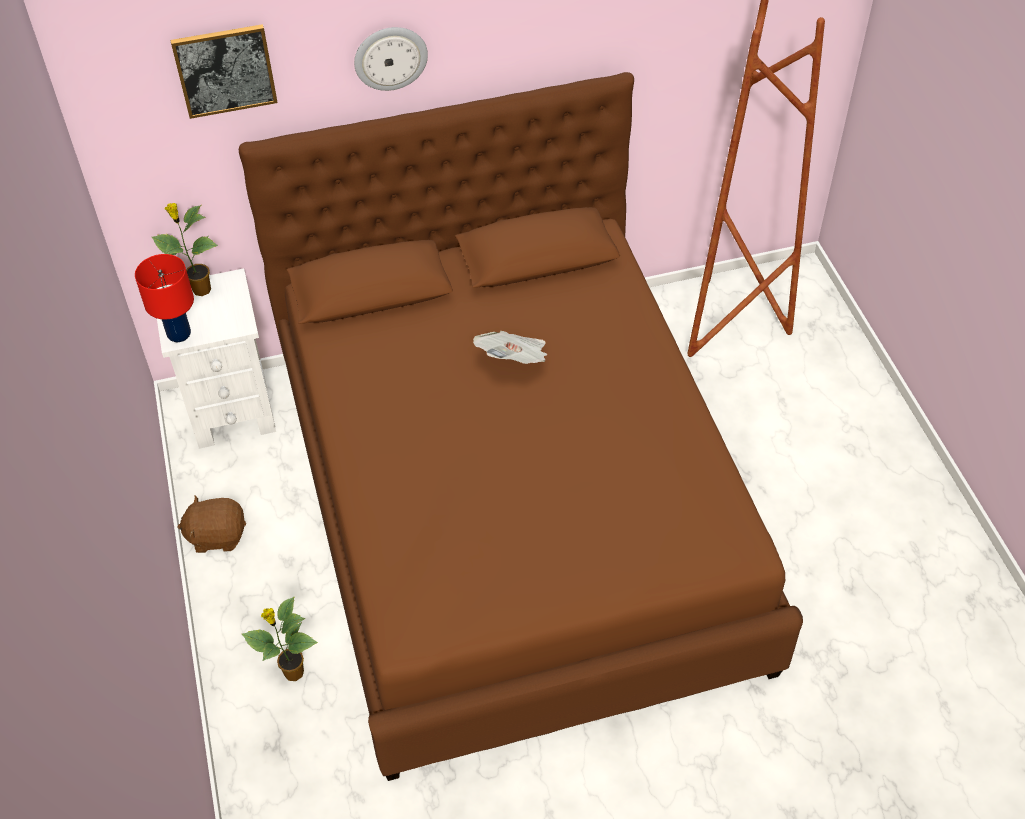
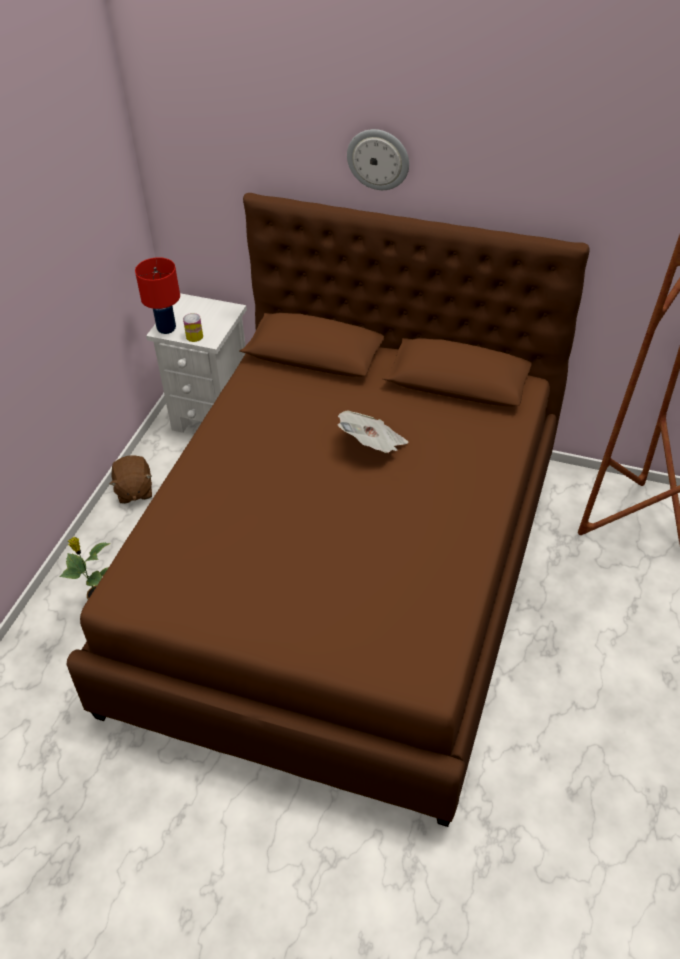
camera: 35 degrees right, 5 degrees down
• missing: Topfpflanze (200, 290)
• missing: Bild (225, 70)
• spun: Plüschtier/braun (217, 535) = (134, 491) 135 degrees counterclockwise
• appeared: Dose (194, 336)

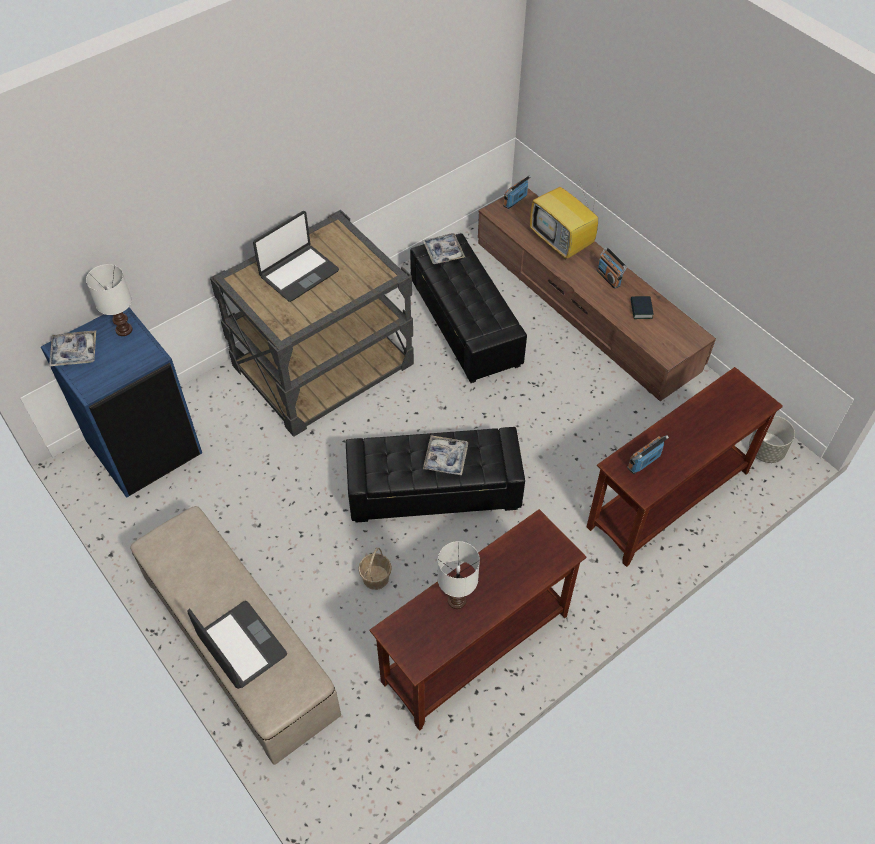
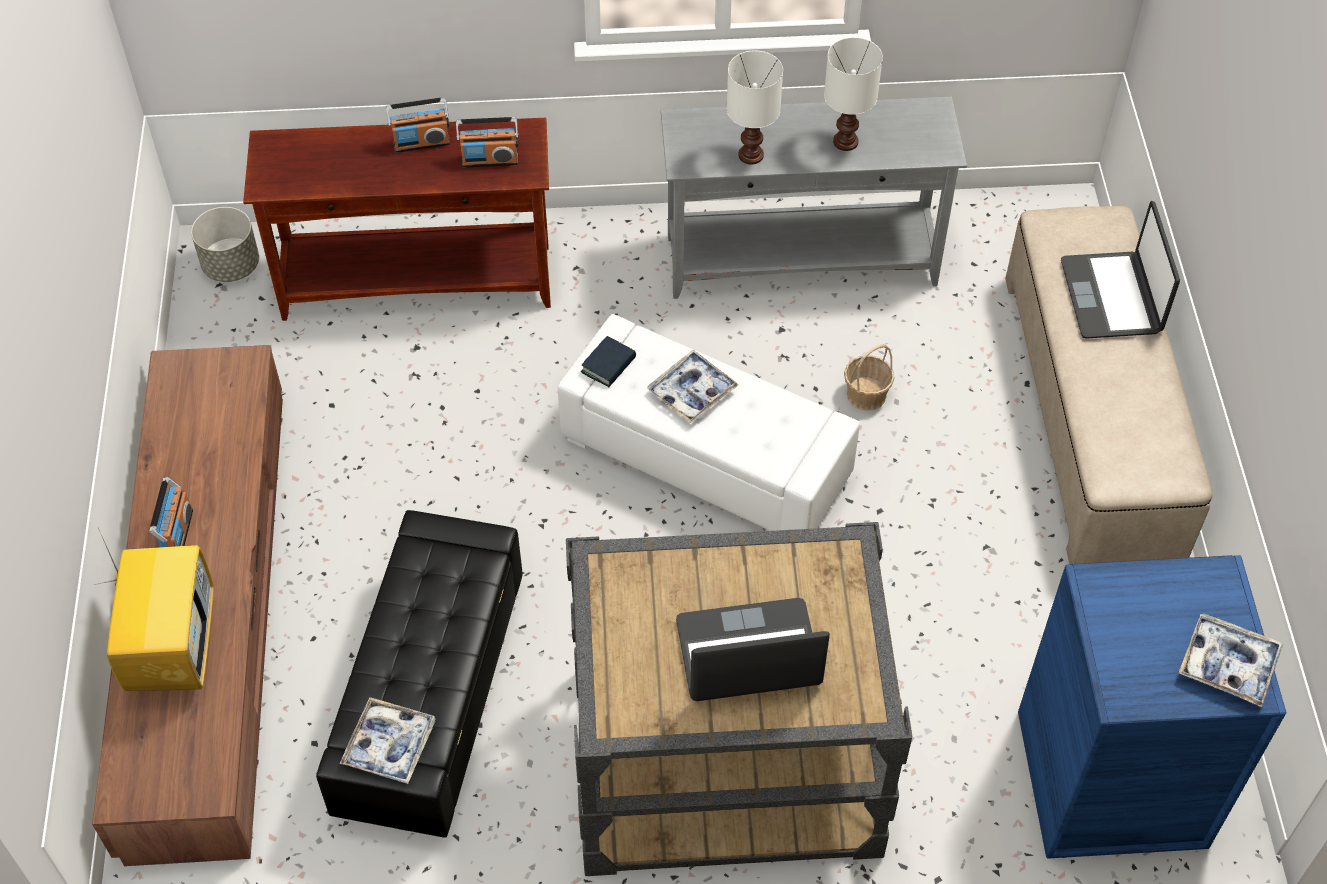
camera: 145 degrees left, 0 degrees up
• relocated: Tischlampe/weiß (123, 329) to (751, 156)
• colour: Polsterhocker/schwarz (434, 491) to Polsterhocker/weiß (706, 457)
• colour: Konsolentisch/braun (475, 649) to Konsolentisch/grau (802, 259)
• relocated: Radio (515, 201) to (421, 143)
• relocated: Buch (641, 310) to (608, 365)

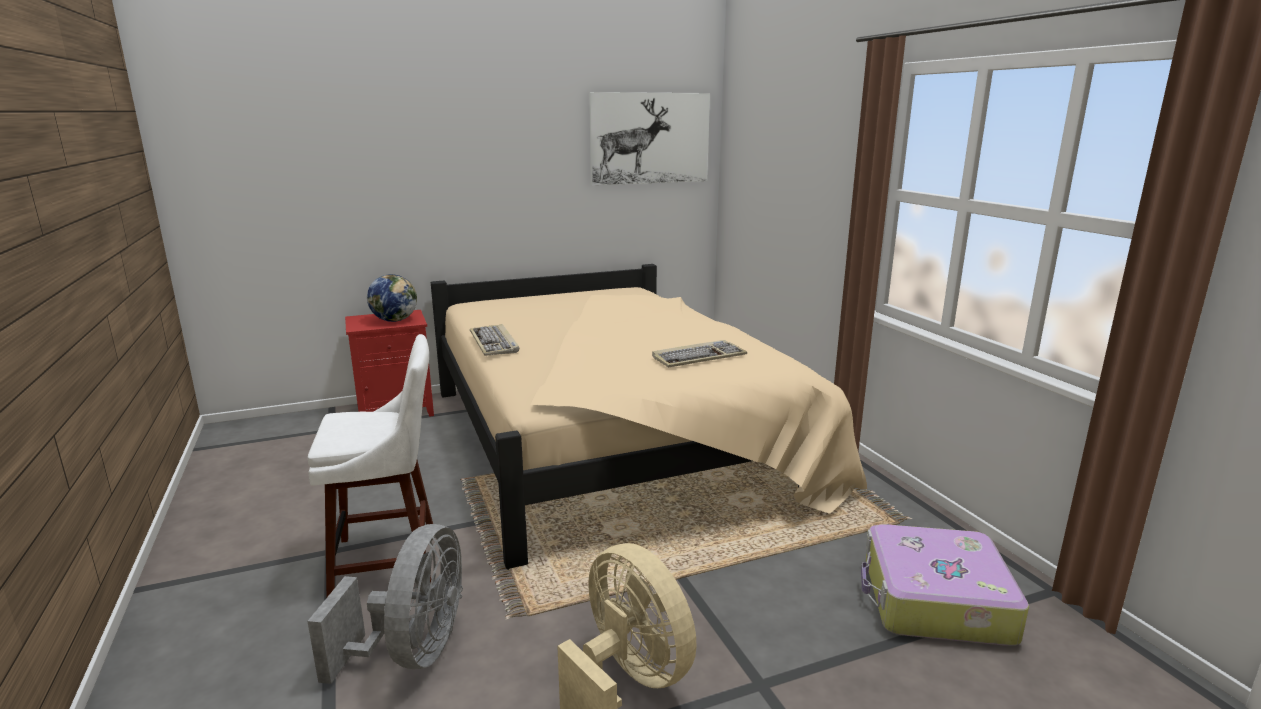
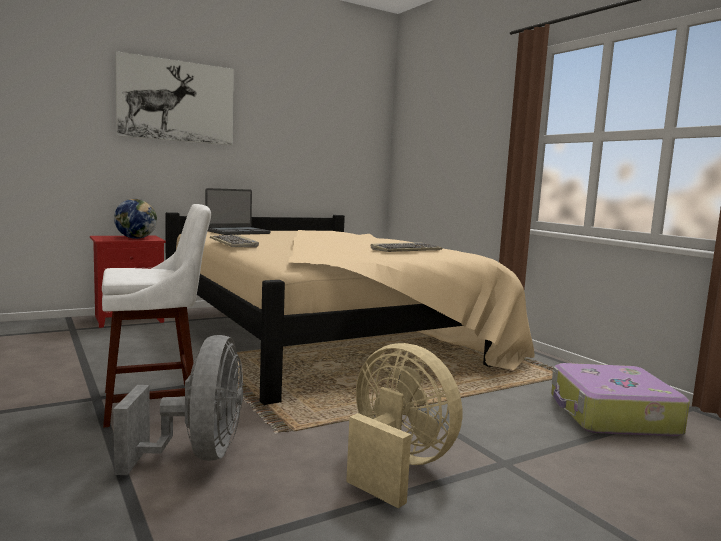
camera: 10 degrees left, 10 degrees down
• relocated: Bild (650, 138) to (176, 101)
• appeared: Laptop (237, 232)

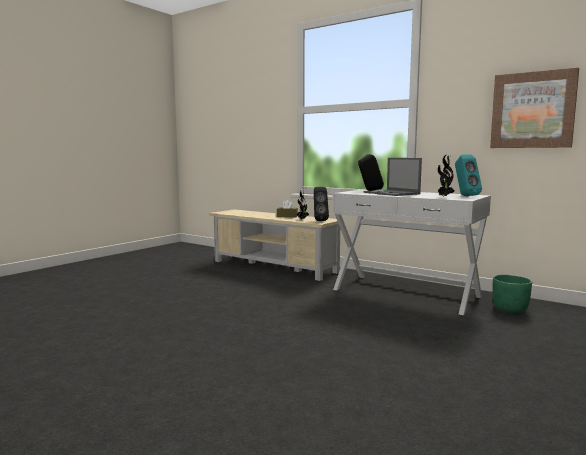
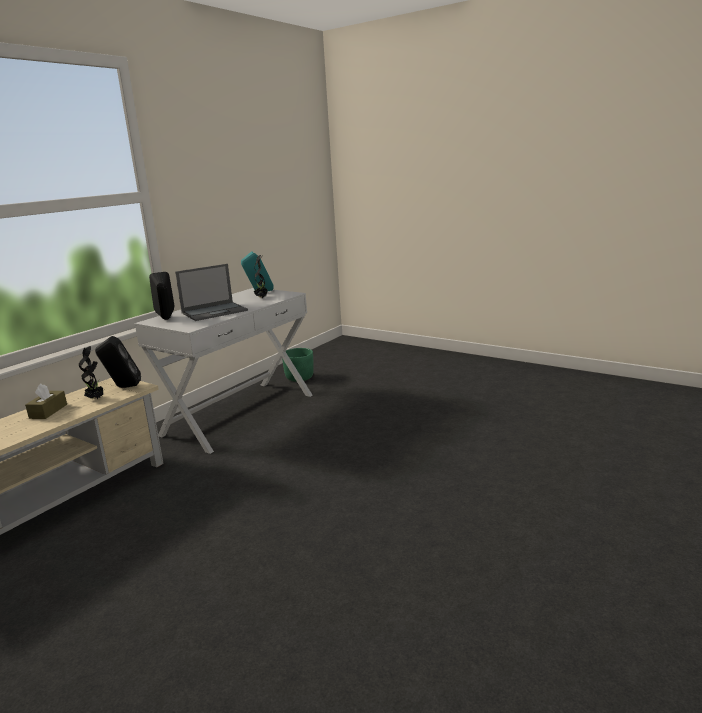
camera: 90 degrees left, 10 degrees up
• missing: Bild (532, 110)

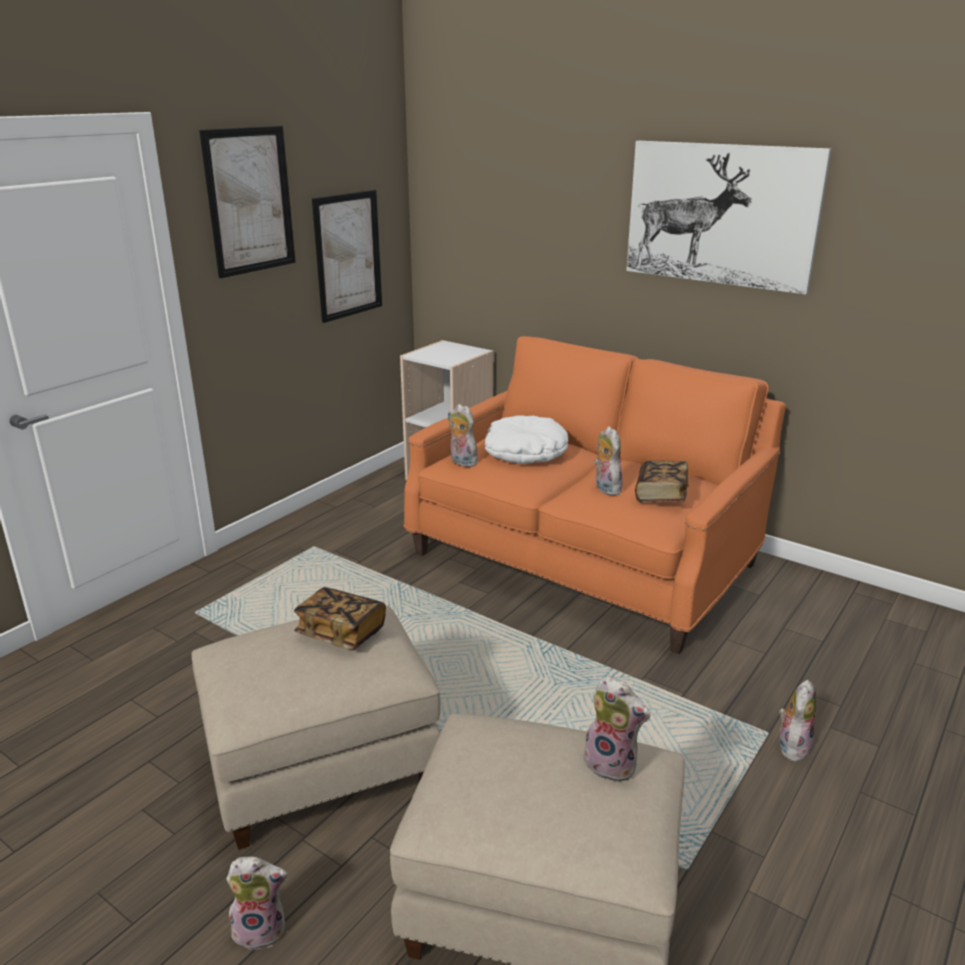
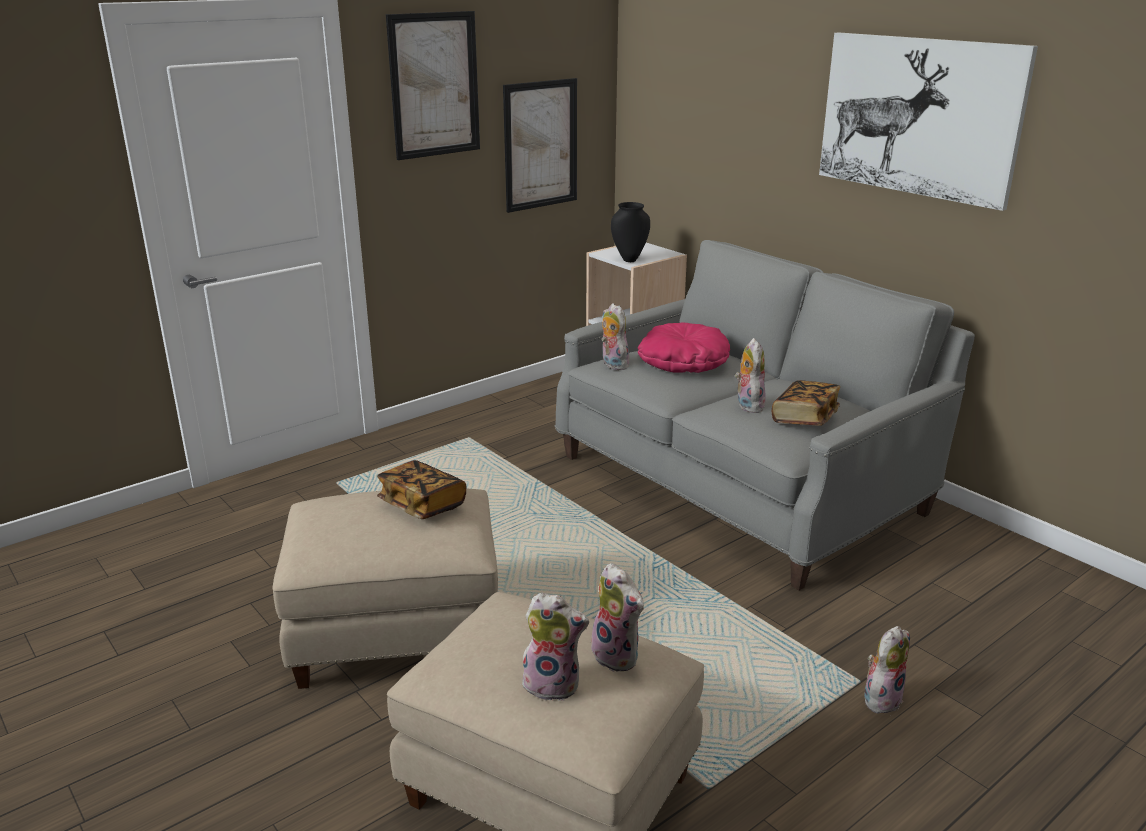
camera: 15 degrees right, 0 degrees up
• relocated: Plüschtier (261, 929) to (553, 684)
• colour: Sofa/orange (585, 557) to Sofa/grau (742, 482)
• colour: Kissen/weiß (526, 453) to Kissen/rosa (685, 362)
• appeared: Vase/schwarz (629, 260)

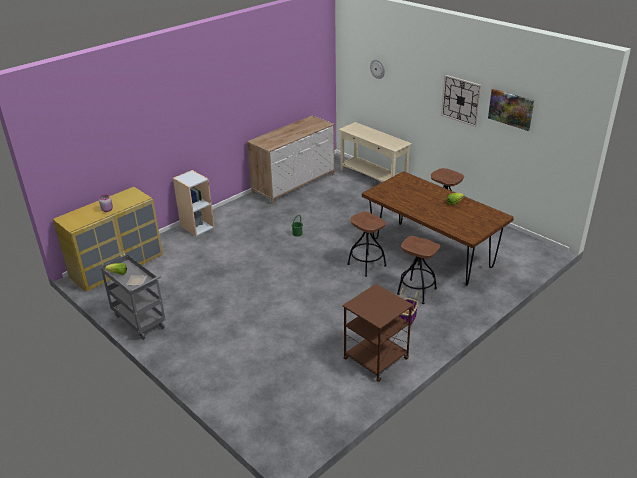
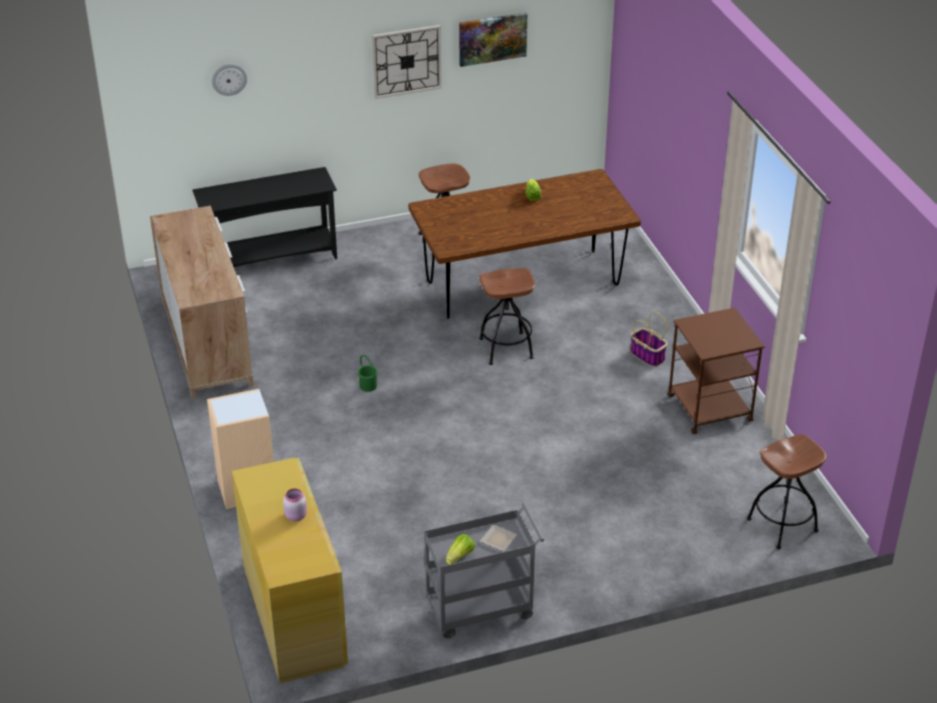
camera: 65 degrees left, 5 degrees up
• colour: Konsolentisch/beige (373, 177) to Konsolentisch/schwarz (271, 259)
• relocated: Hocker/braun (416, 291) to (782, 525)

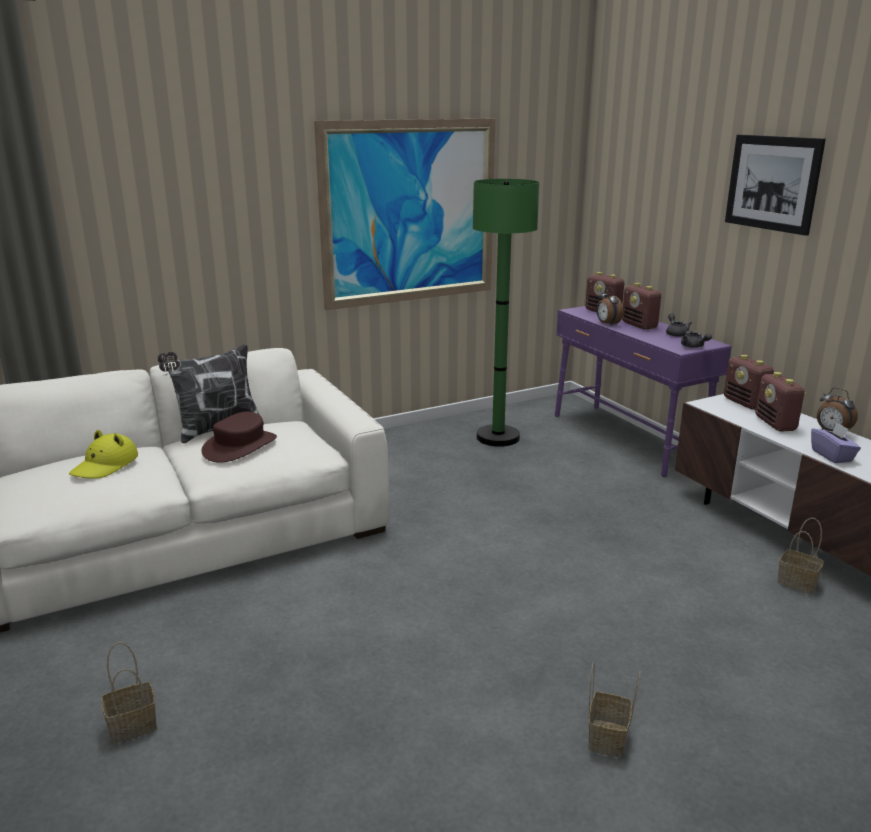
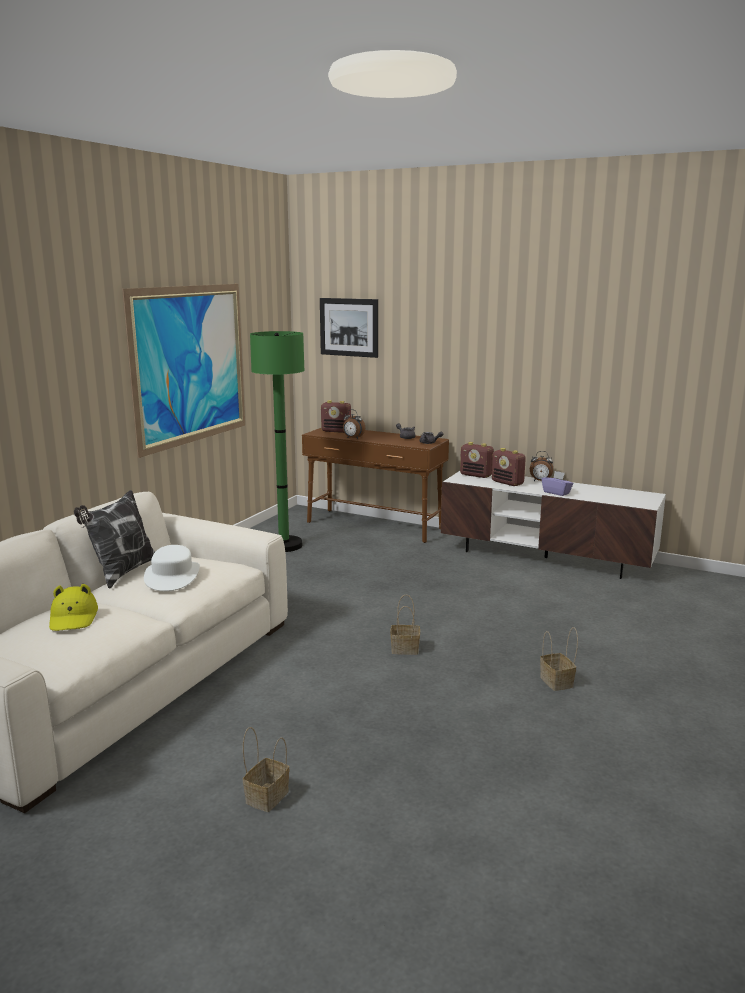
camera: 35 degrees left, 5 degrees down
• colour: Hut/braun (240, 446) to Hut/weiß (172, 576)
• colour: Konsolentisch/lila (625, 439) to Konsolentisch/braun (374, 526)
• missing: Radio (639, 325)
• relocated: Bild (772, 183) to (349, 327)
• relocated: Korb (798, 582) to (406, 649)

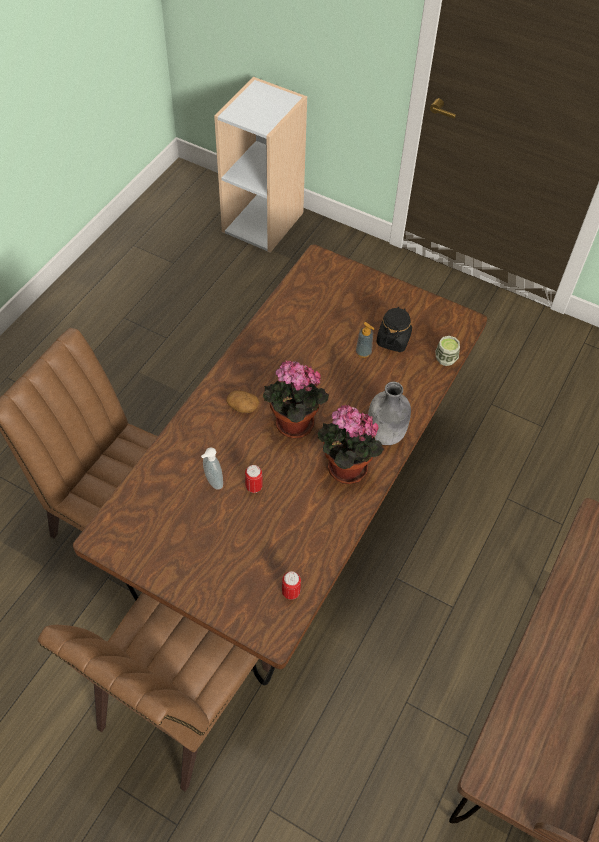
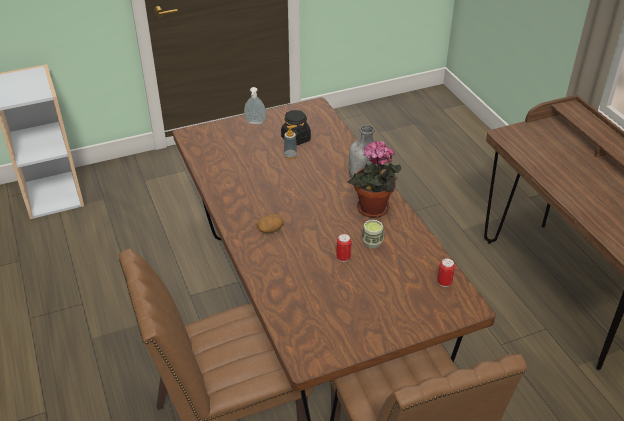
camera: 50 degrees left, 15 degrees down
• relocated: Seifenspender (212, 482) to (255, 123)
• missing: Topfpflanze (292, 426)
• relocated: Tasse (445, 358) to (372, 242)

